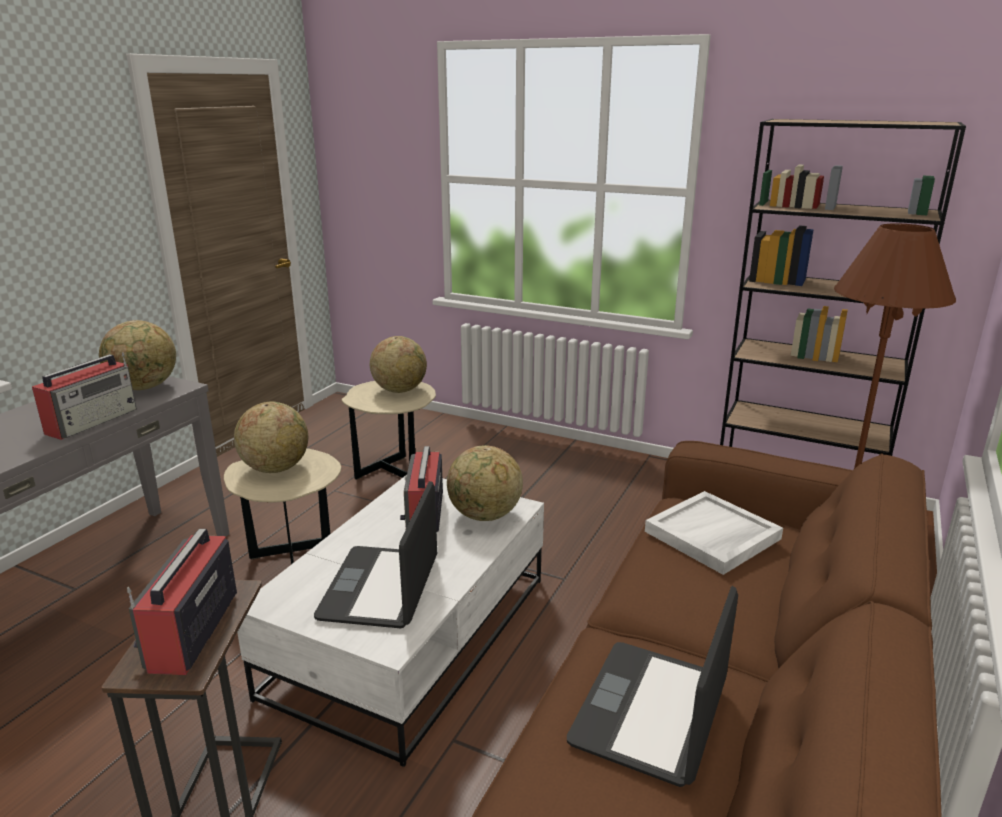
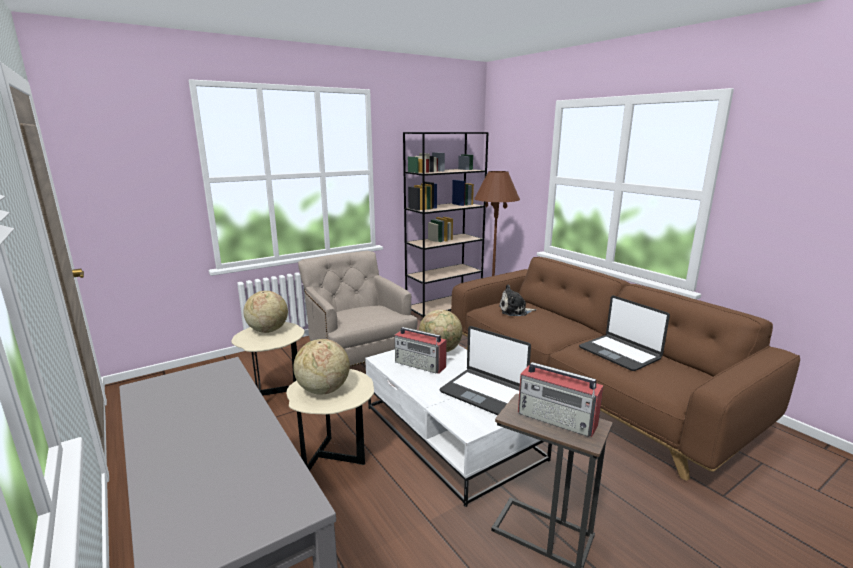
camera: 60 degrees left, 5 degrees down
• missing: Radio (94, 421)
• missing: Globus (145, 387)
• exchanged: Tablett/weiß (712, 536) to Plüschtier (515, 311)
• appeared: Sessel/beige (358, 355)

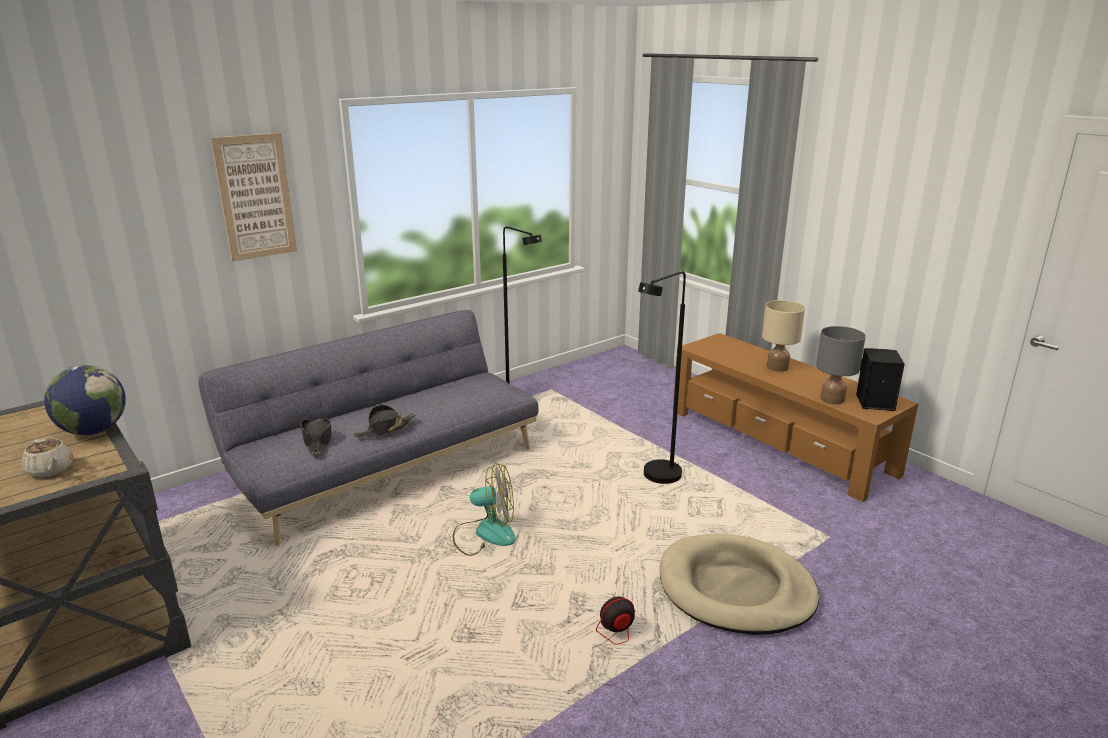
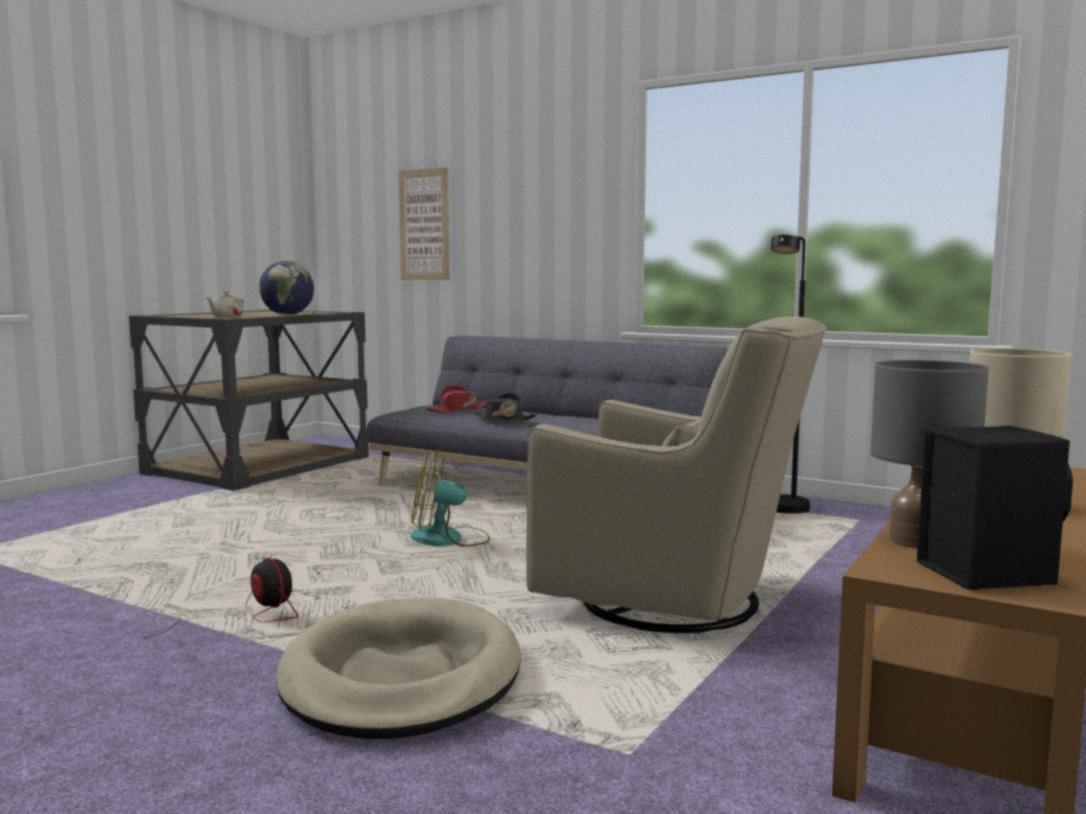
camera: 70 degrees right, 15 degrees down
• relocated: Bild (255, 197) to (424, 225)
• colour: Hut/schwarz (317, 441) to Hut/rot (458, 410)
• spun: Ventilator (485, 534) = (449, 539) 105 degrees clockwise
• exchanged: Stehlampe/schwarz (657, 479) to Sessel/beige (677, 602)

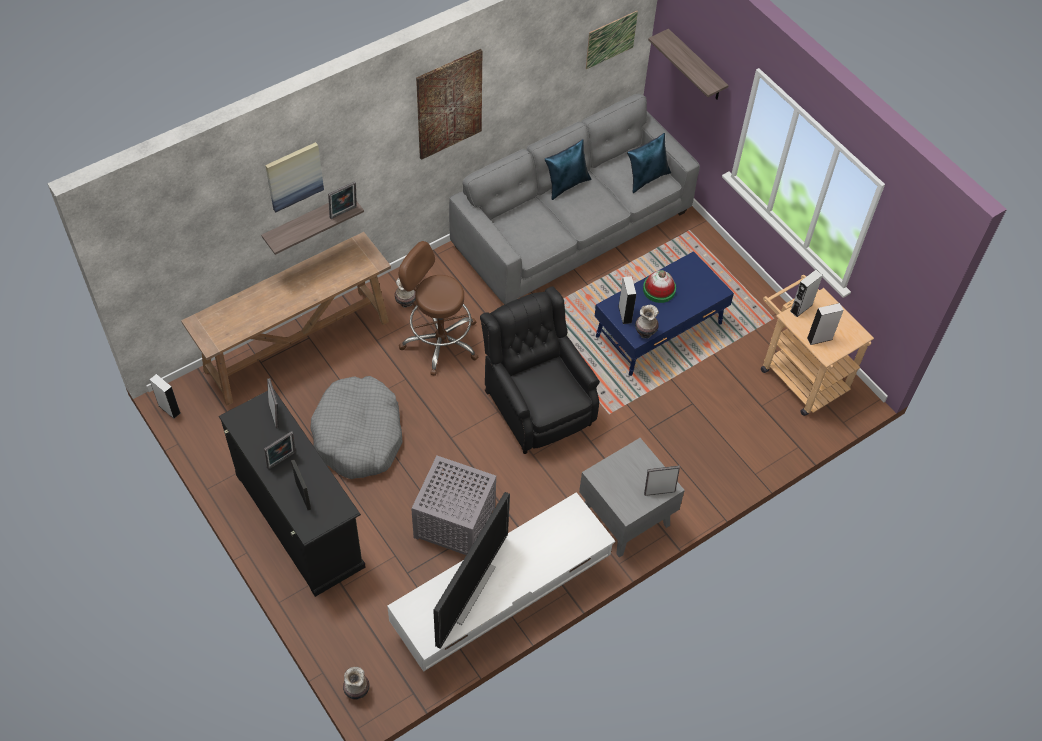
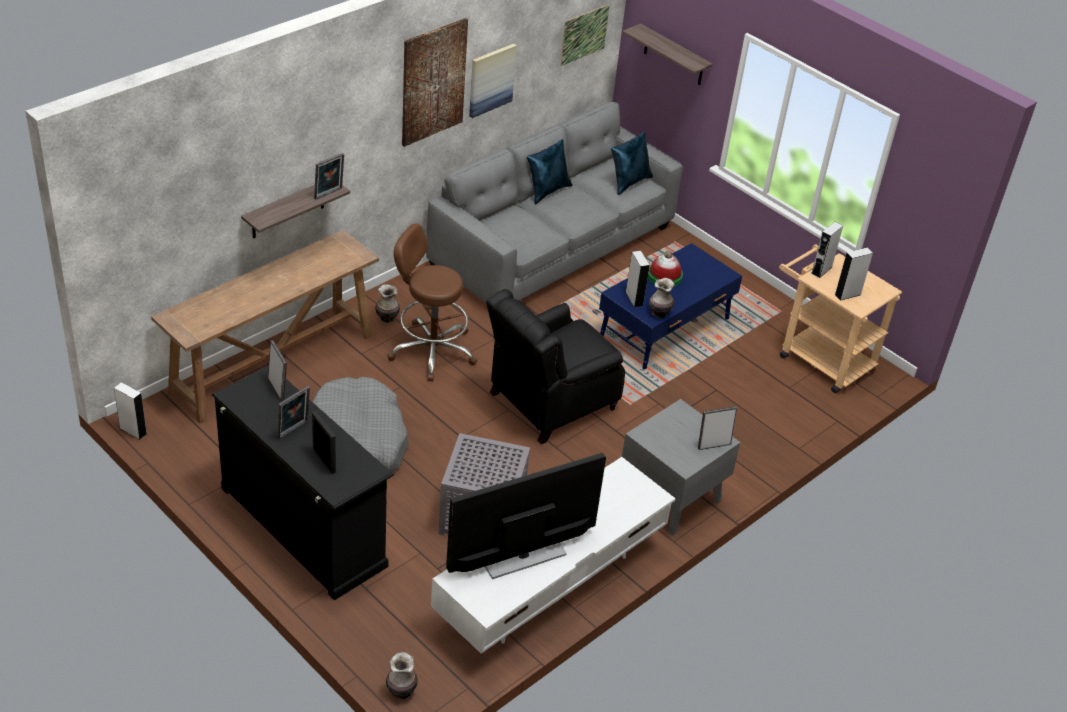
camera: 10 degrees left, 15 degrees down
• relocated: Bild (294, 176) to (491, 80)
• spun: Fernseher (469, 591) = (523, 557) 135 degrees counterclockwise
• spun: Sessel/schwarz (537, 406) = (551, 402) 90 degrees counterclockwise

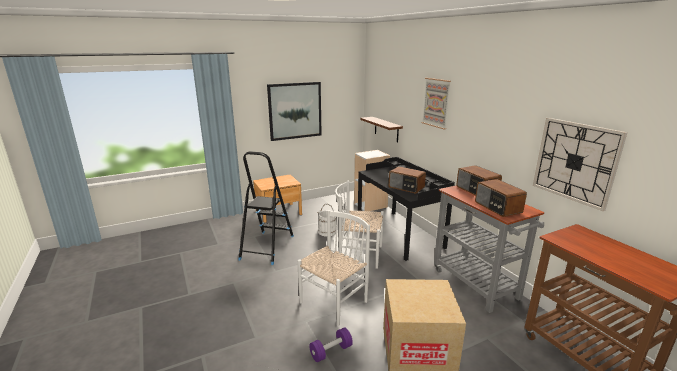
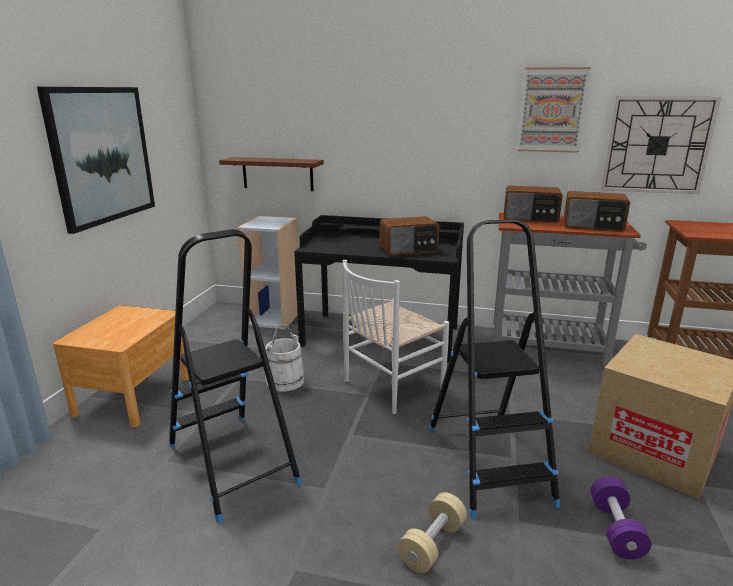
camera: 50 degrees left, 0 degrees up
• exchanged: Stuhl/weiß (335, 301) to Trittleiter/schwarz (488, 464)
• relocated: Bild (436, 103) to (552, 110)
• appeared: Hantel/beige (432, 544)

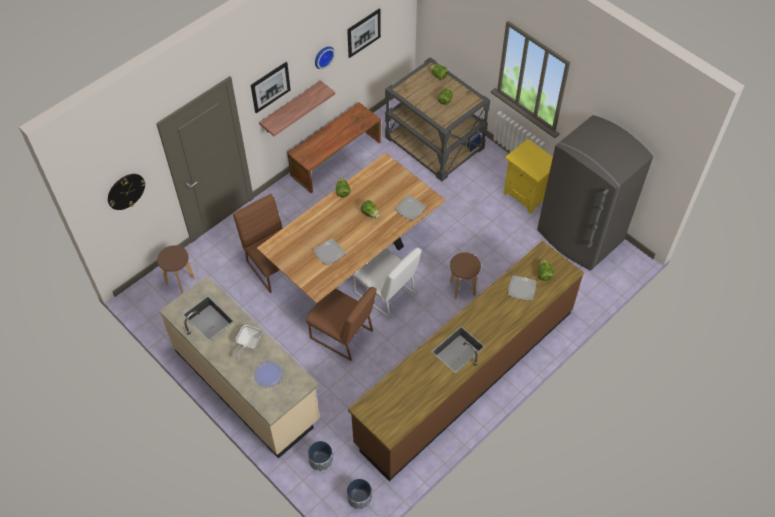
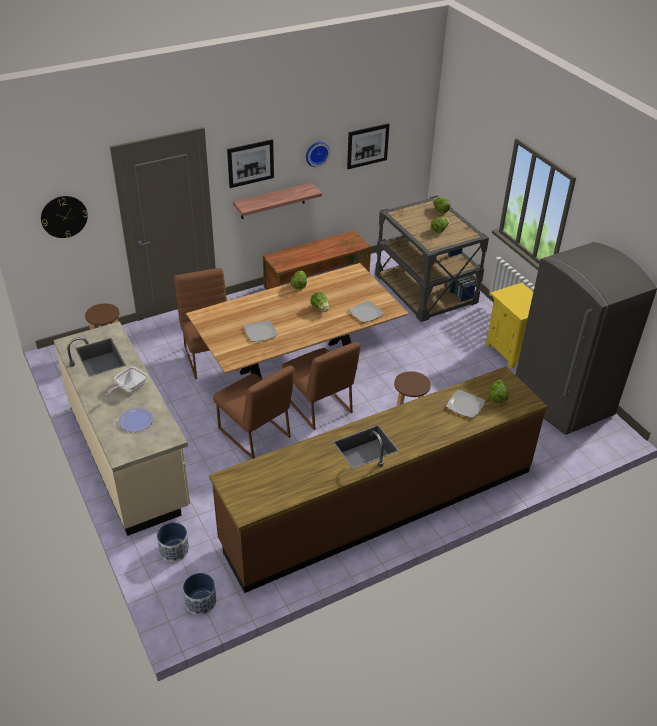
camera: 15 degrees right, 15 degrees down
• colour: Stuhl/weiß (385, 293) to Stuhl/braun (319, 406)

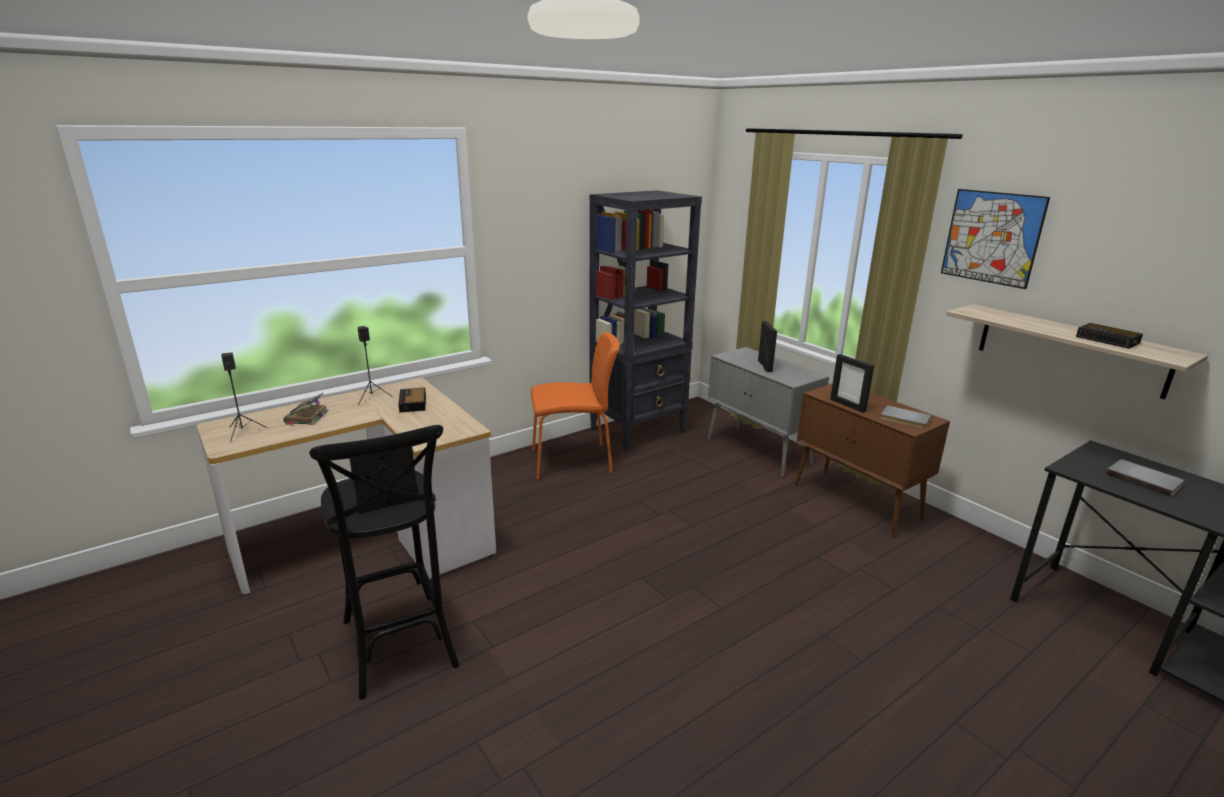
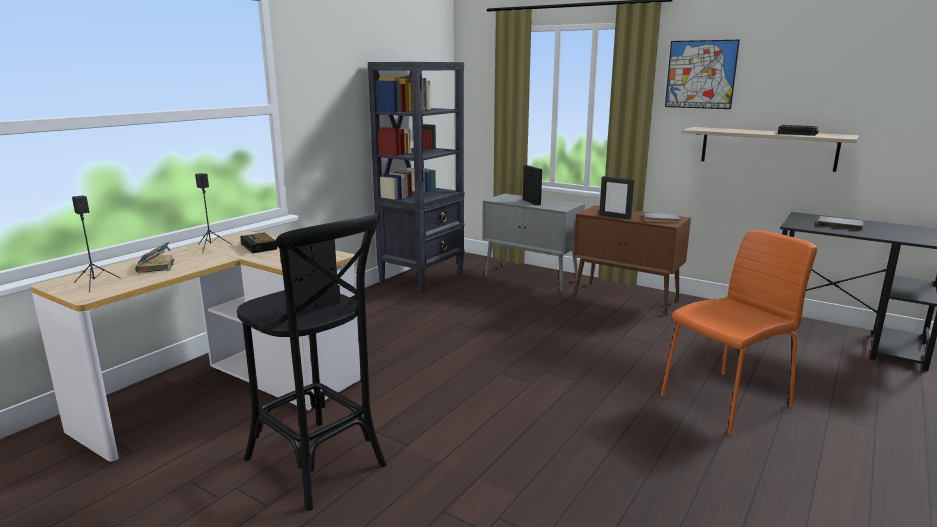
camera: 20 degrees left, 5 degrees down
• relocated: Stuhl/orange (574, 460) to (728, 399)

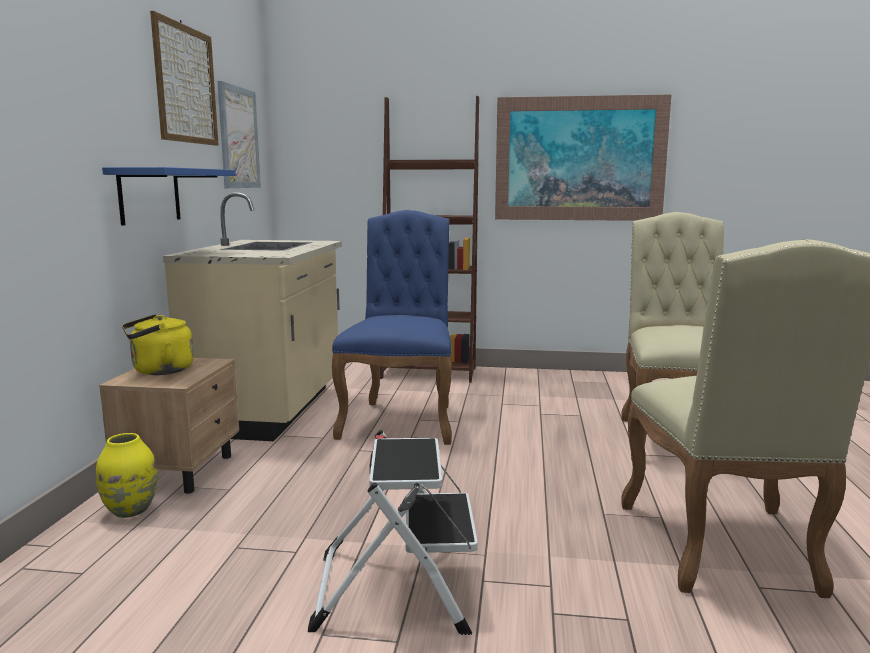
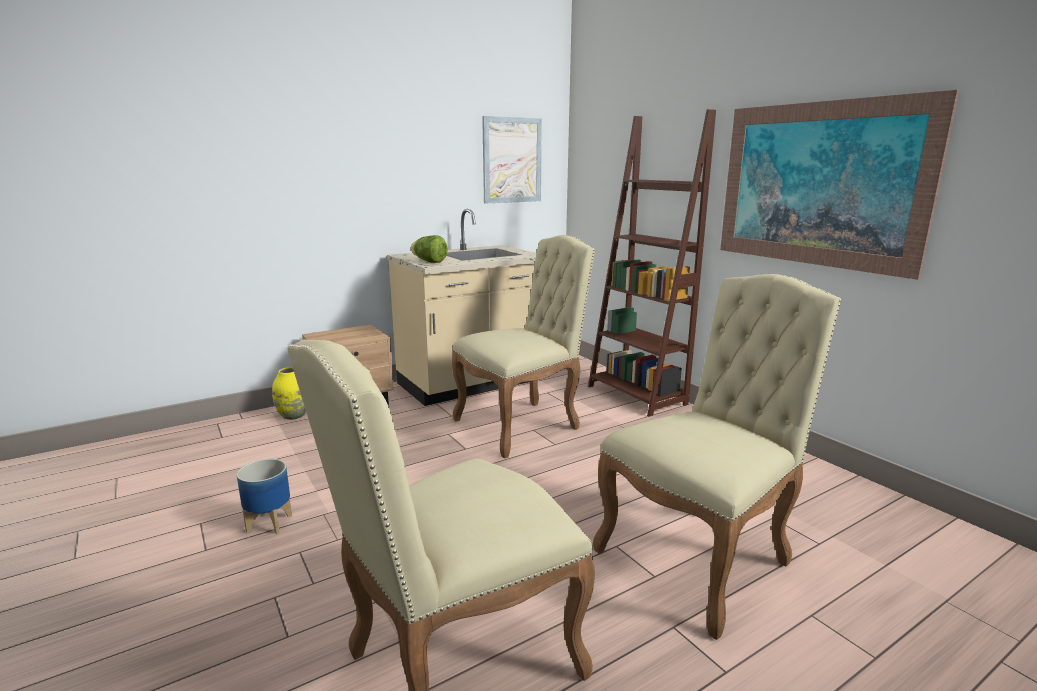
camera: 50 degrees right, 5 degrees up
• missing: Wandregal/blau (149, 195)
• missing: Wasserkessel/gelb (159, 371)
• missing: Bild (185, 82)
• exchanged: Trittleiter (396, 585) to Pflanzkübel (269, 523)
• colour: Stuhl/blau (401, 420) to Stuhl/beige (520, 425)
• appeared: Salatkopf (429, 262)

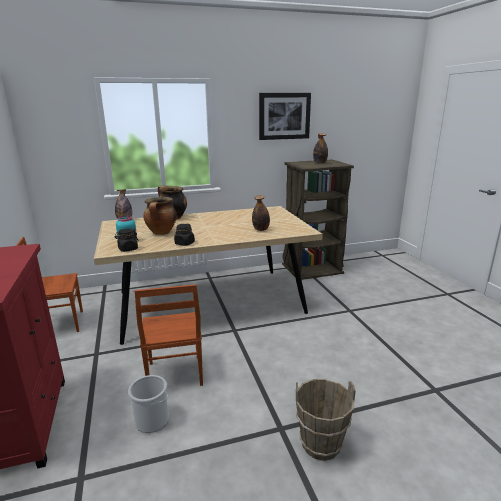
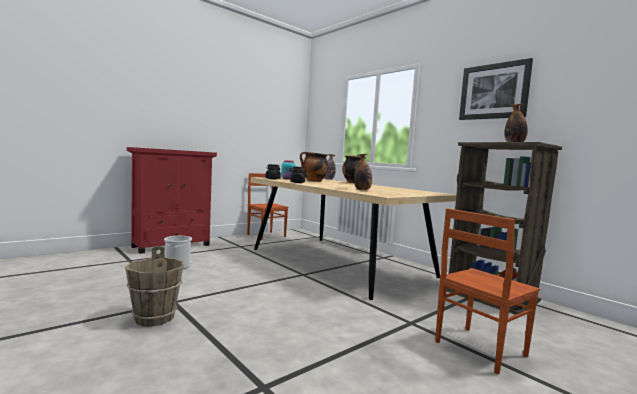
camera: 65 degrees right, 15 degrees down
• relocated: Stuhl/braun (174, 375) to (478, 348)

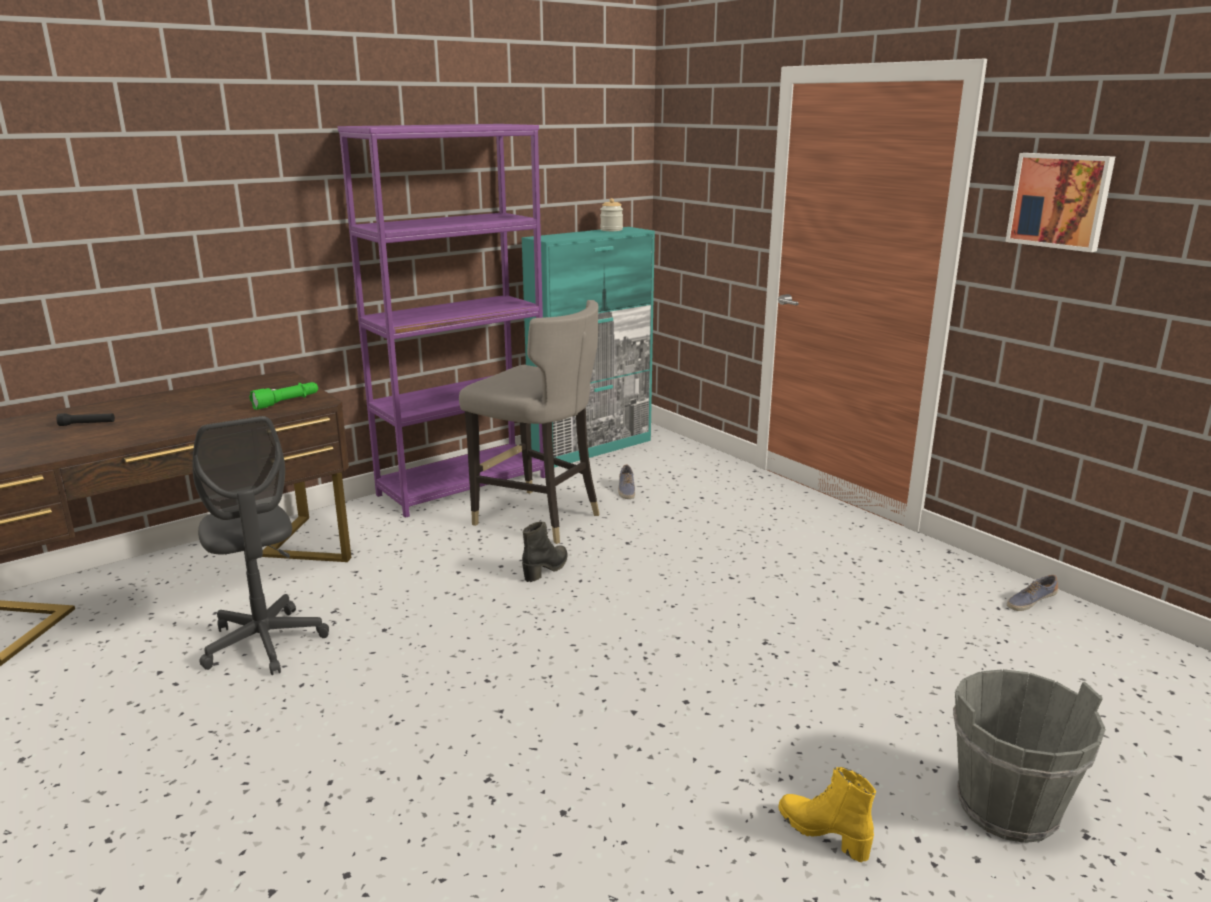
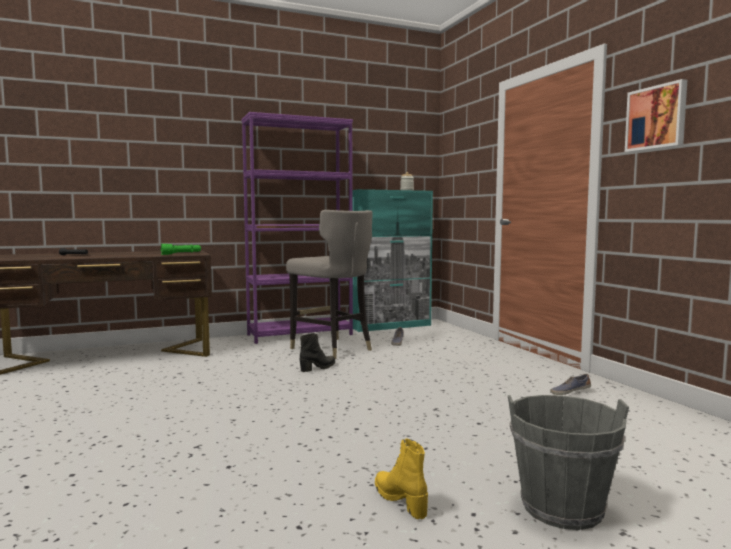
camera: 15 degrees right, 15 degrees down
• missing: Bürostuhl/grau (265, 643)
• relocated: Schuh (1030, 602) to (570, 392)

